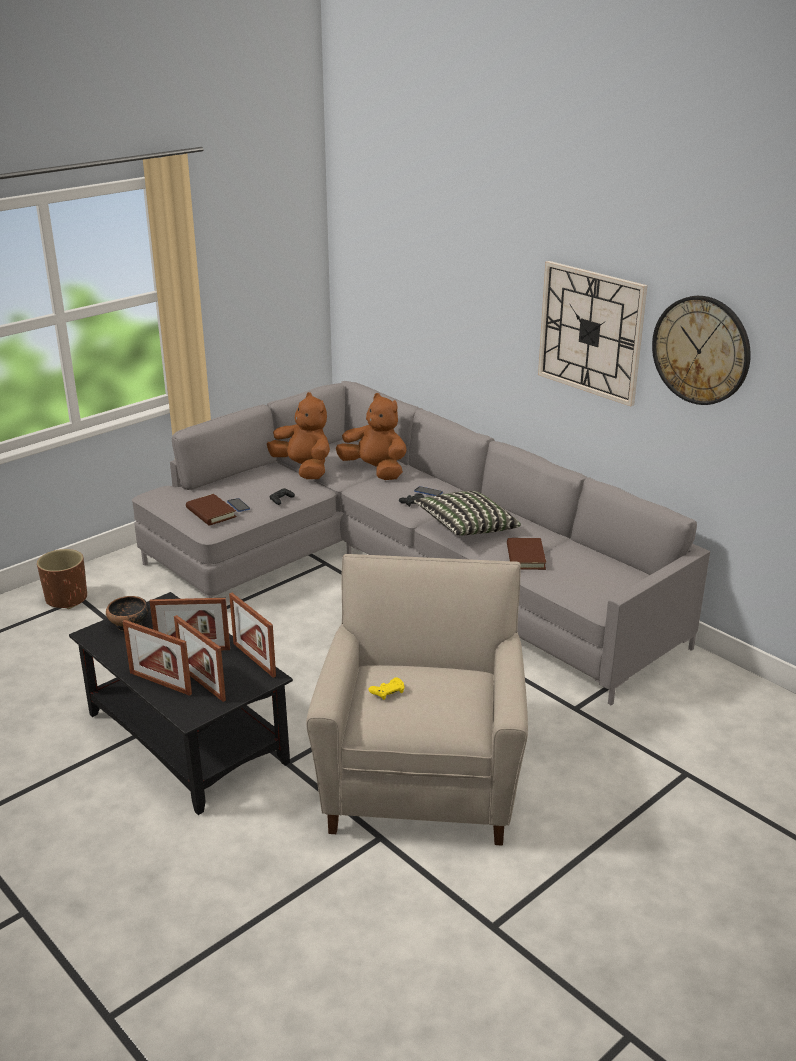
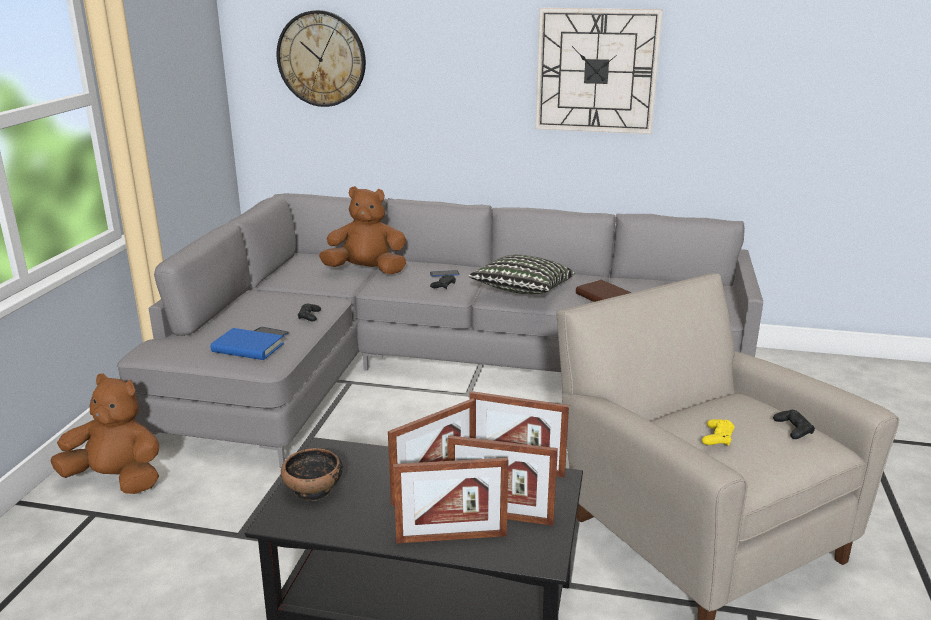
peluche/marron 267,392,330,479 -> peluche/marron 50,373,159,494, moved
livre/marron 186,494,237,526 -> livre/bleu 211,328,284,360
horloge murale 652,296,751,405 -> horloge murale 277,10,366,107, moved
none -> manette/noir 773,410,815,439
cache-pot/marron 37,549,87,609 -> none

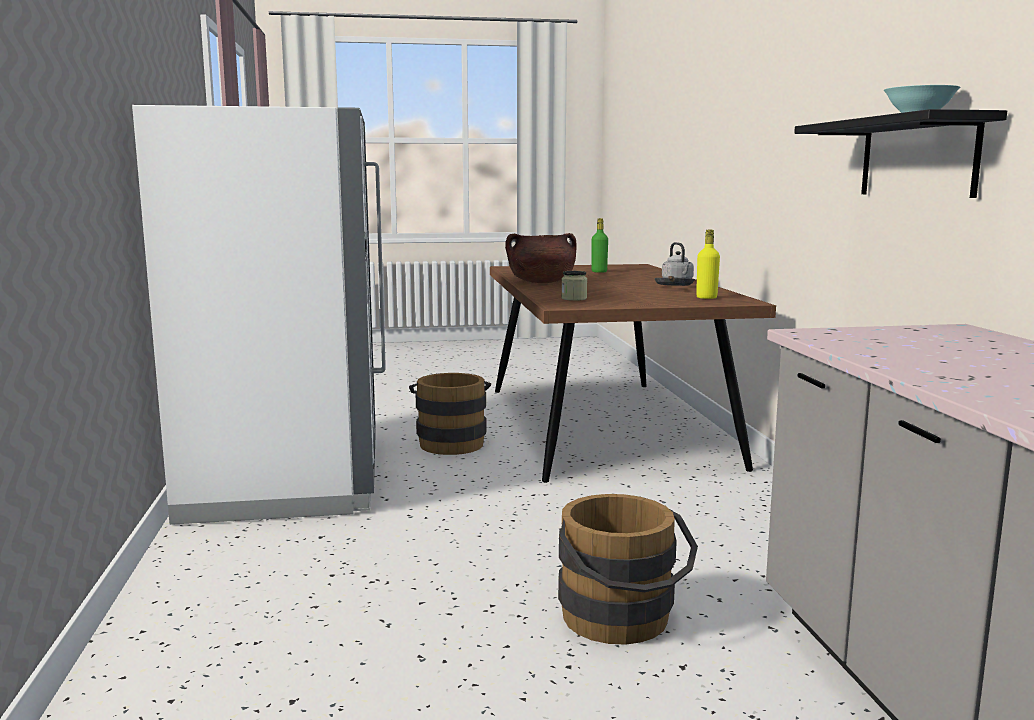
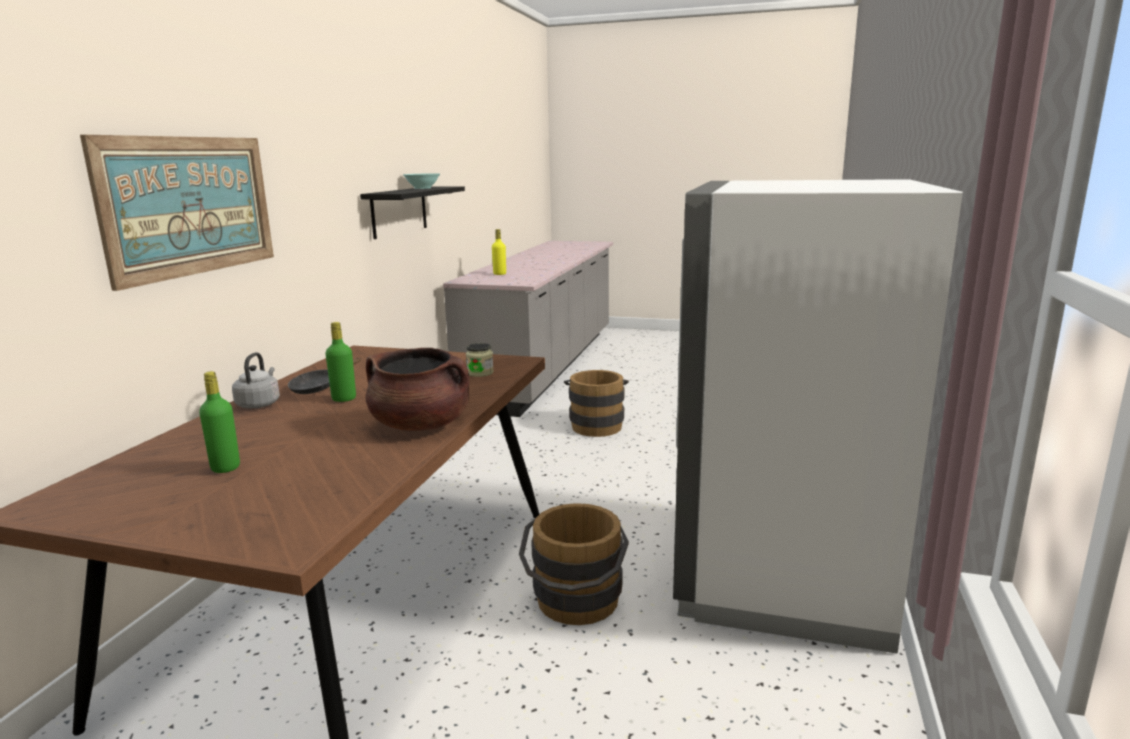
none -> tableau 80,135,274,291
none -> bouteille/vert 325,322,356,402
bouteille/jaune 696,230,720,299 -> bouteille/jaune 492,229,506,275, moved

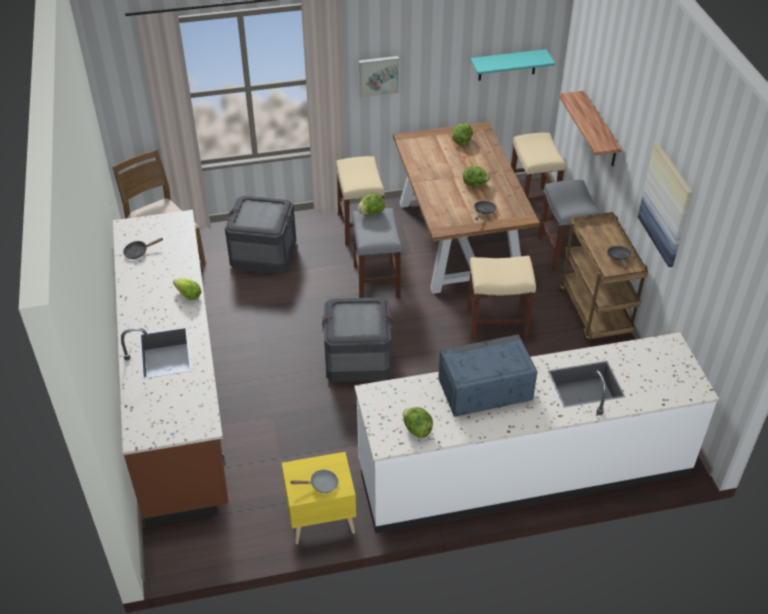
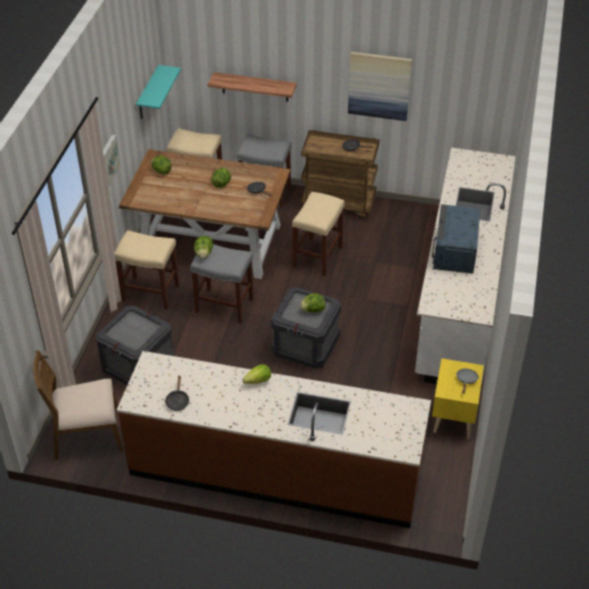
laitue 403,407,433,438 -> laitue 300,293,325,313, moved

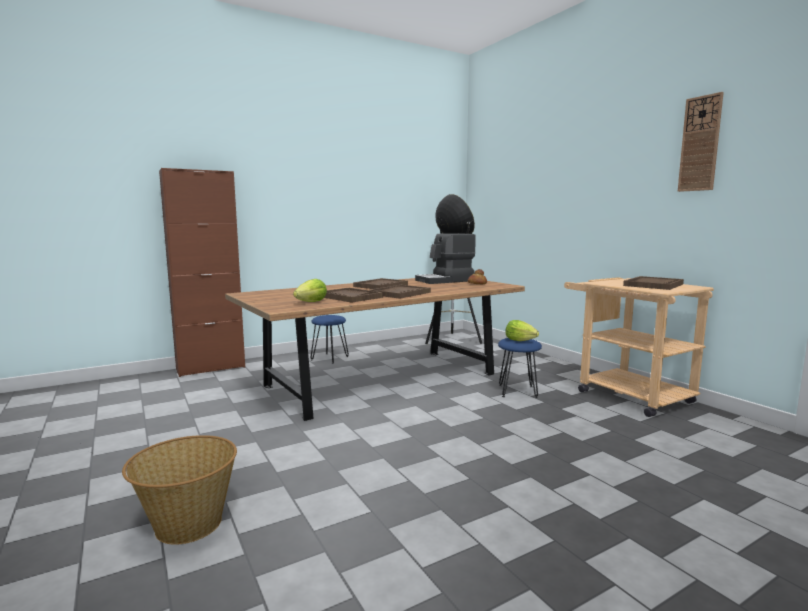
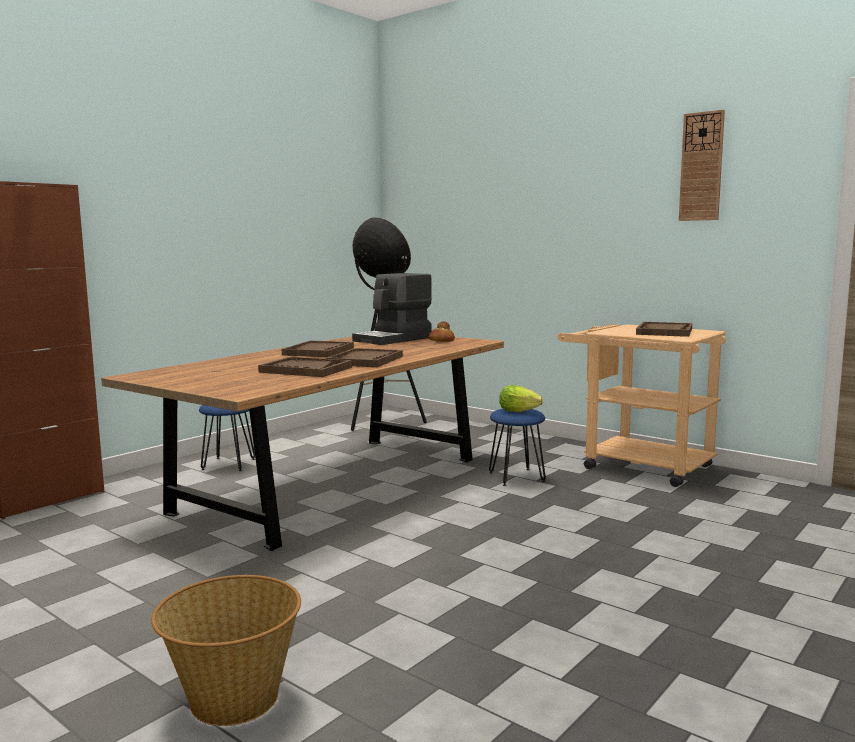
laitue 293,279,327,302 -> none

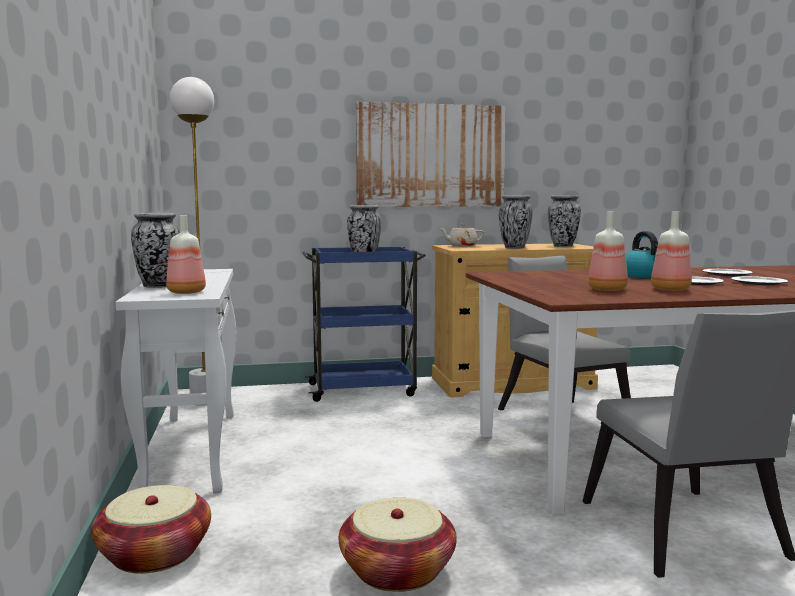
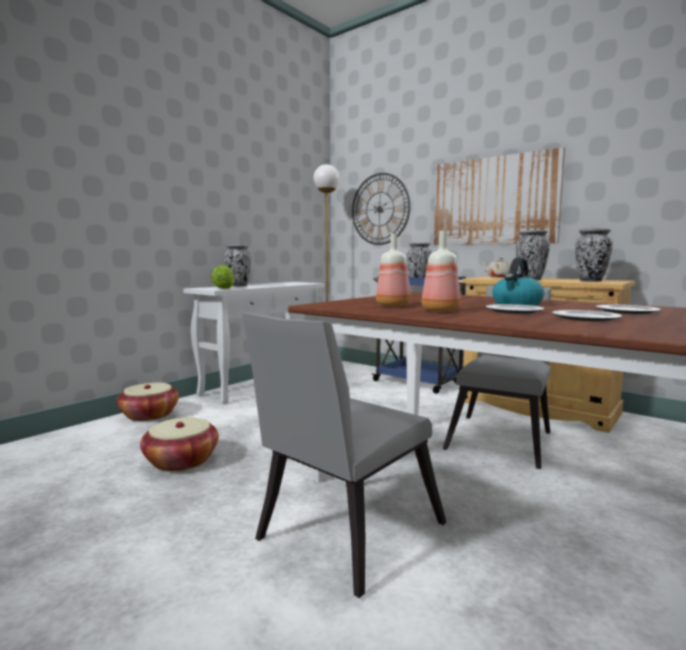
bouteille 166,215,206,294 -> laitue 211,265,234,289
none -> horloge murale 352,173,410,245

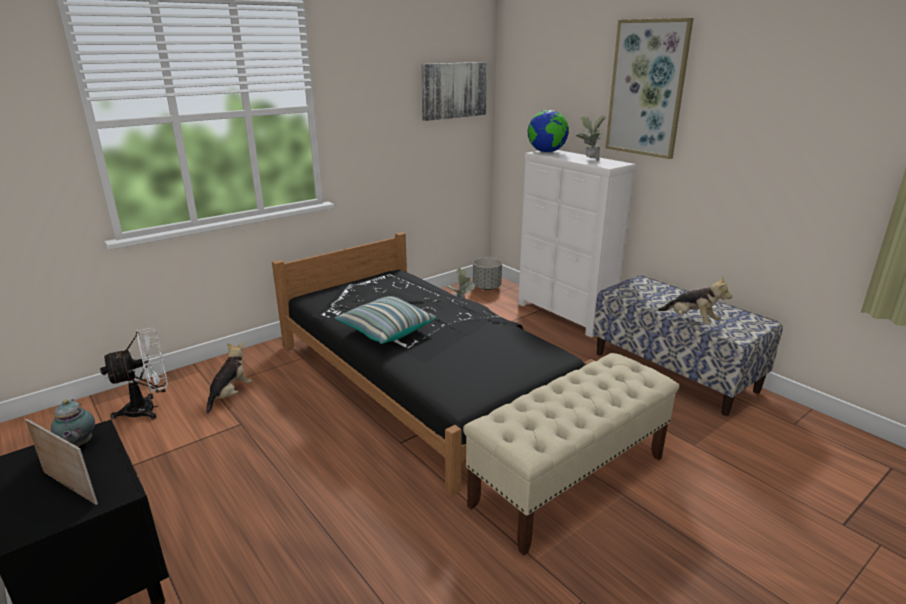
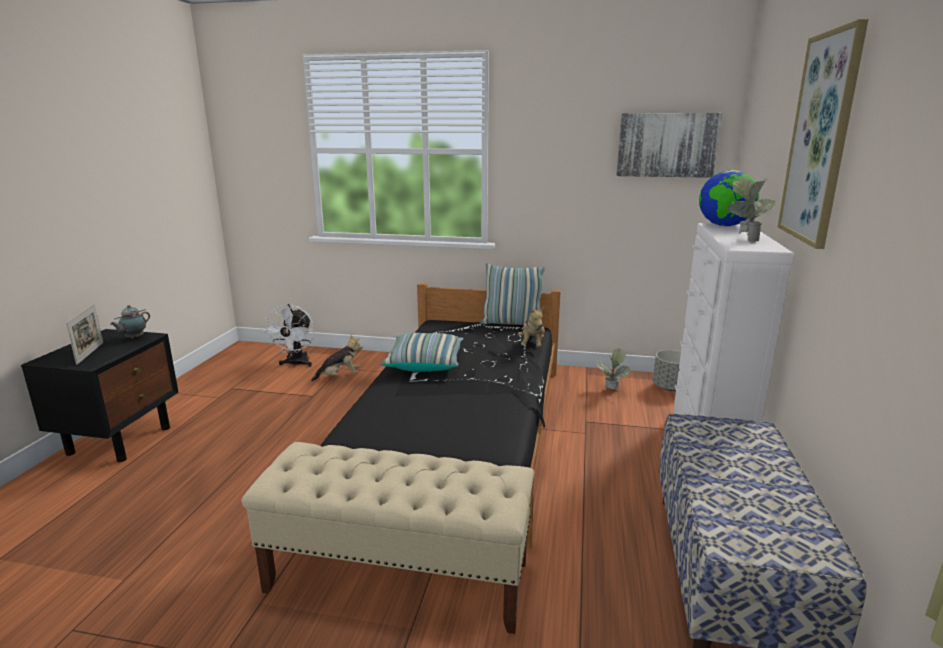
ventilateur/blanc 100,328,168,420 -> ventilateur/blanc 263,304,315,367, 75 degrees clockwise
none -> coussin 480,263,545,325
peluche 658,277,732,324 -> peluche 518,307,545,347, moved

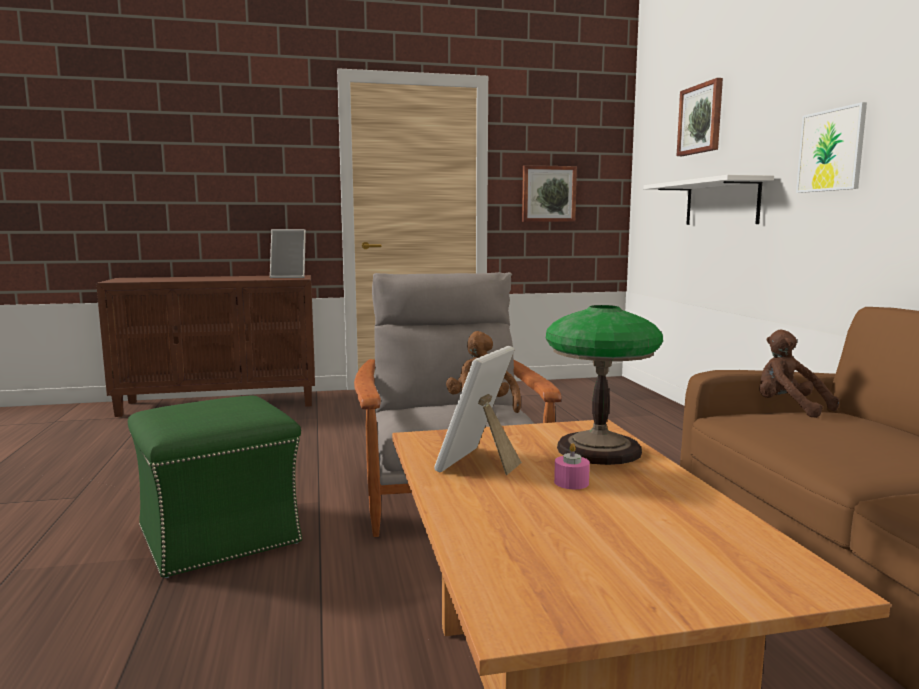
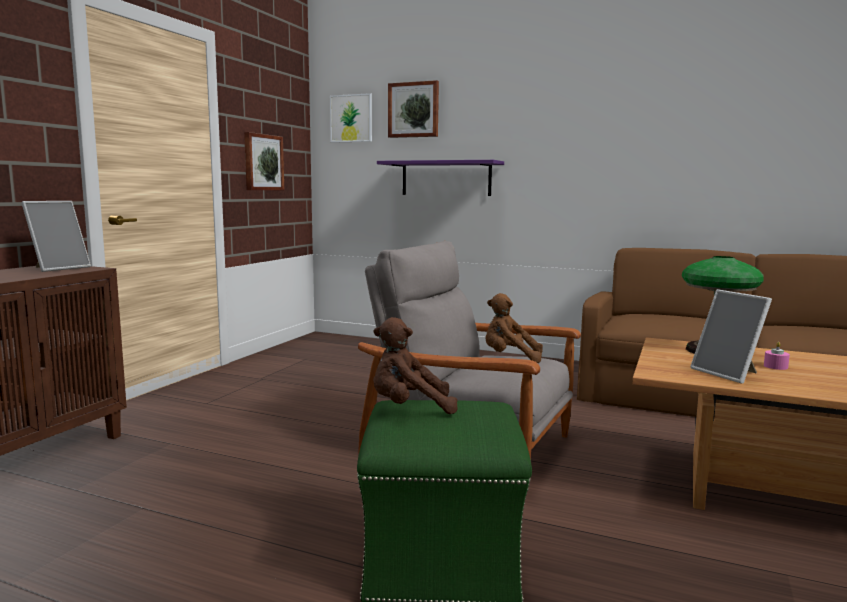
tableau 796,102,867,193 -> tableau 330,93,372,143, moved
peluche/marron 759,329,839,418 -> peluche/marron 373,317,458,414, moved
étagère/blanc 644,175,774,225 -> étagère/violet 377,160,504,196

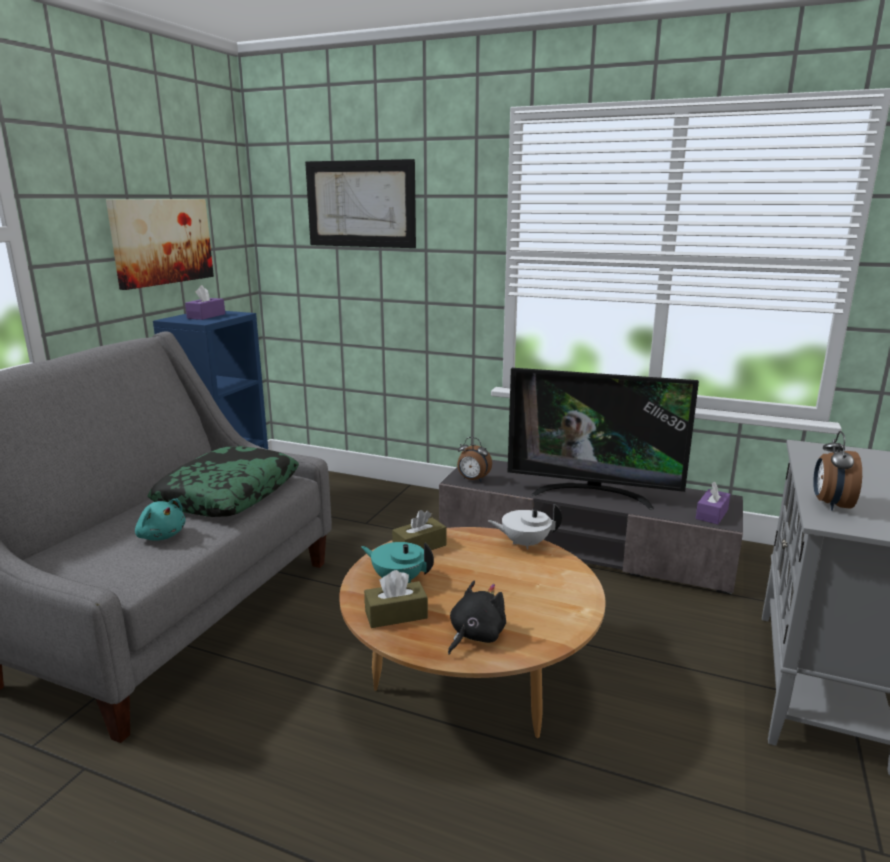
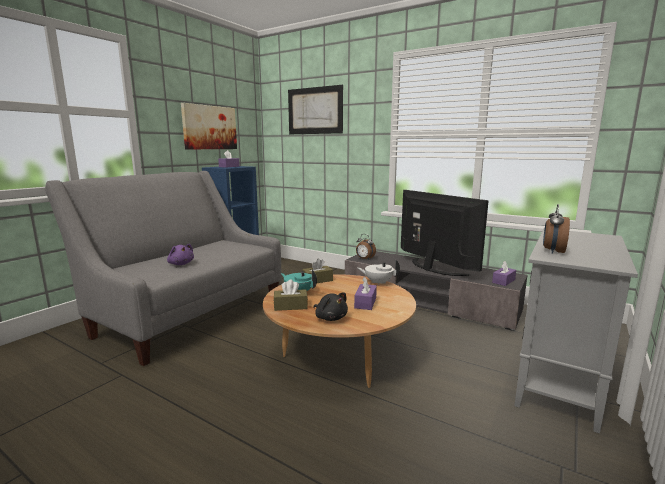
peluche/turquoise 135,498,186,541 -> peluche/violet 167,244,194,265
peluche/noir 448,581,506,654 -> peluche/noir 313,292,348,321, 90 degrees clockwise
none -> boîte à mouchoirs/violet 354,277,377,310
téléviseur 508,368,699,509 -> téléviseur 401,190,489,276, 150 degrees counterclockwise
coussin 147,446,299,517 -> none

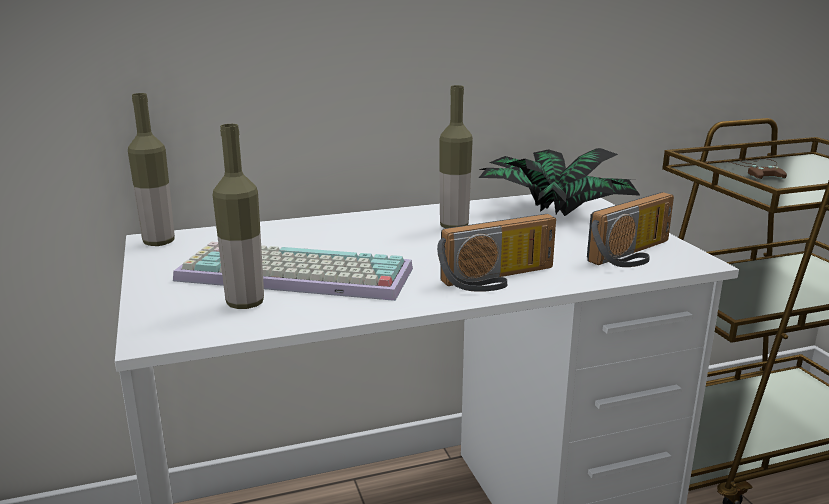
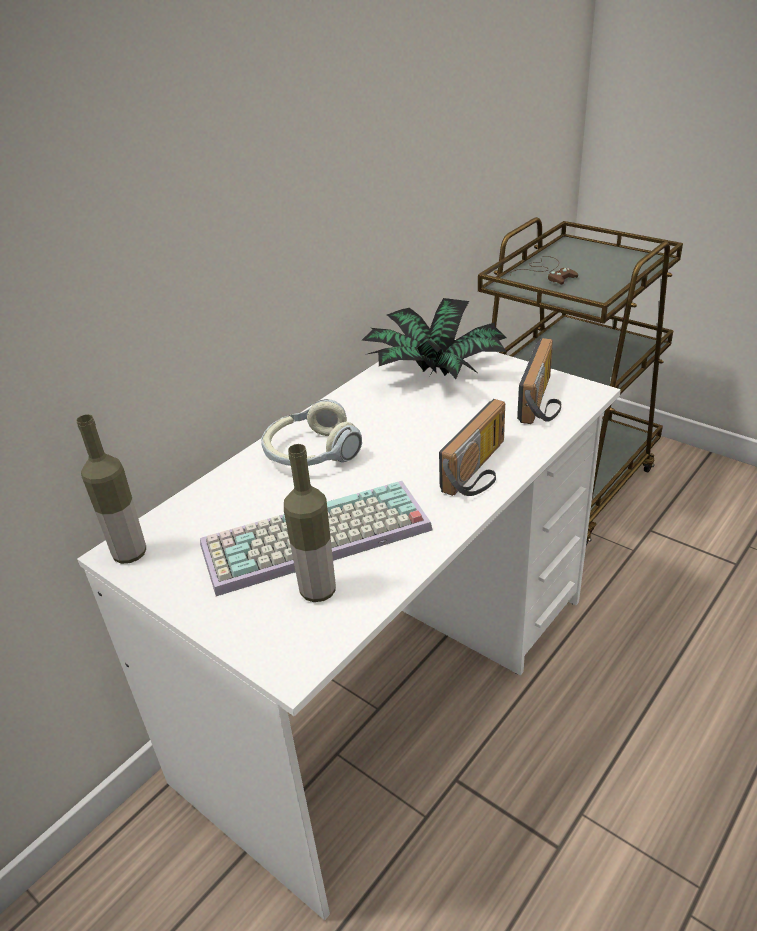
none -> casque audio 261,399,362,466
bouteille 439,85,473,228 -> none

